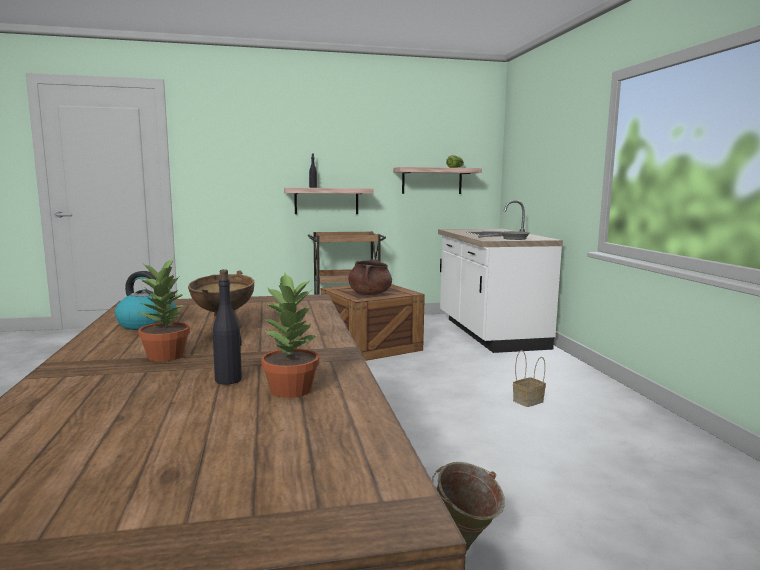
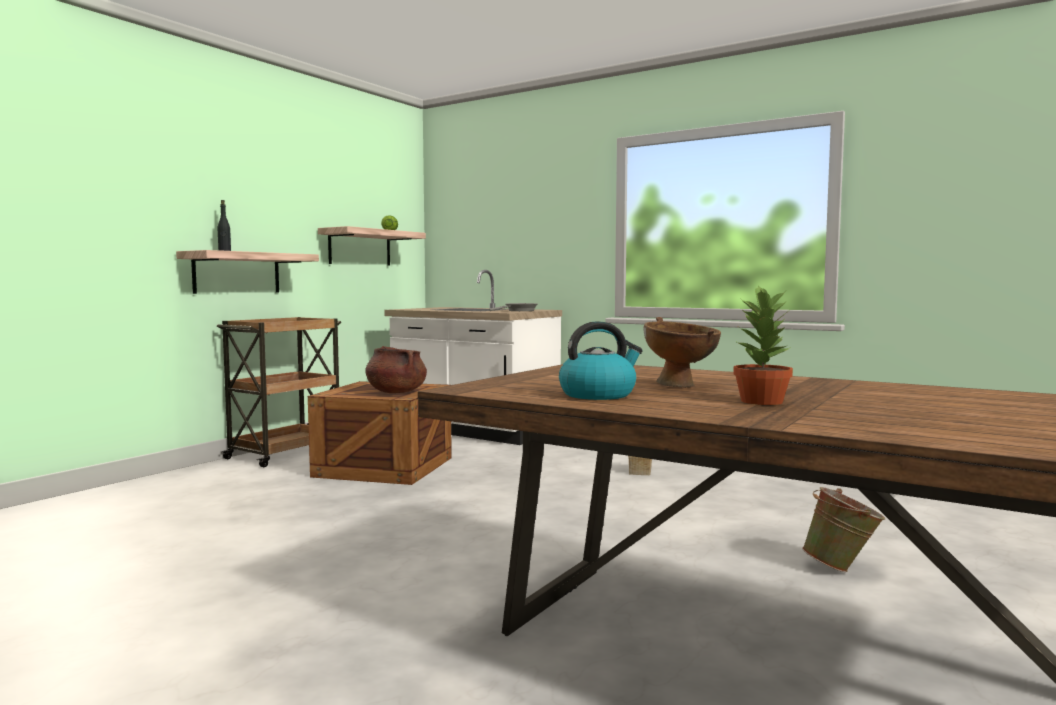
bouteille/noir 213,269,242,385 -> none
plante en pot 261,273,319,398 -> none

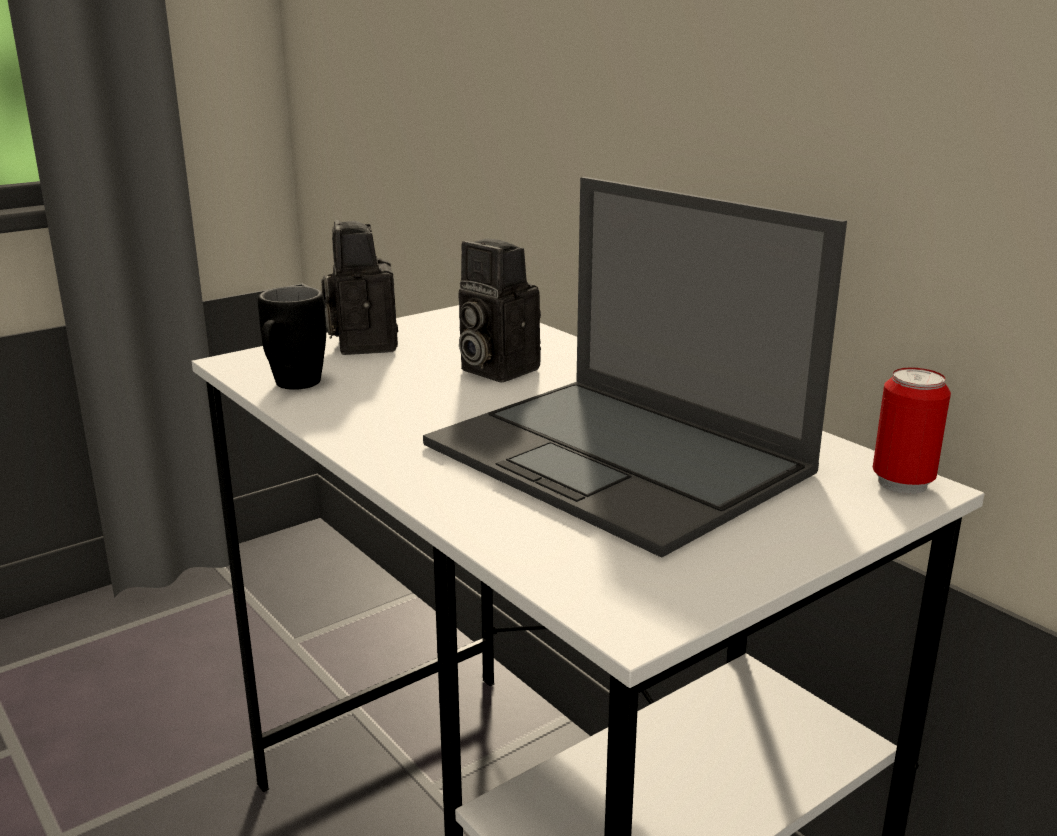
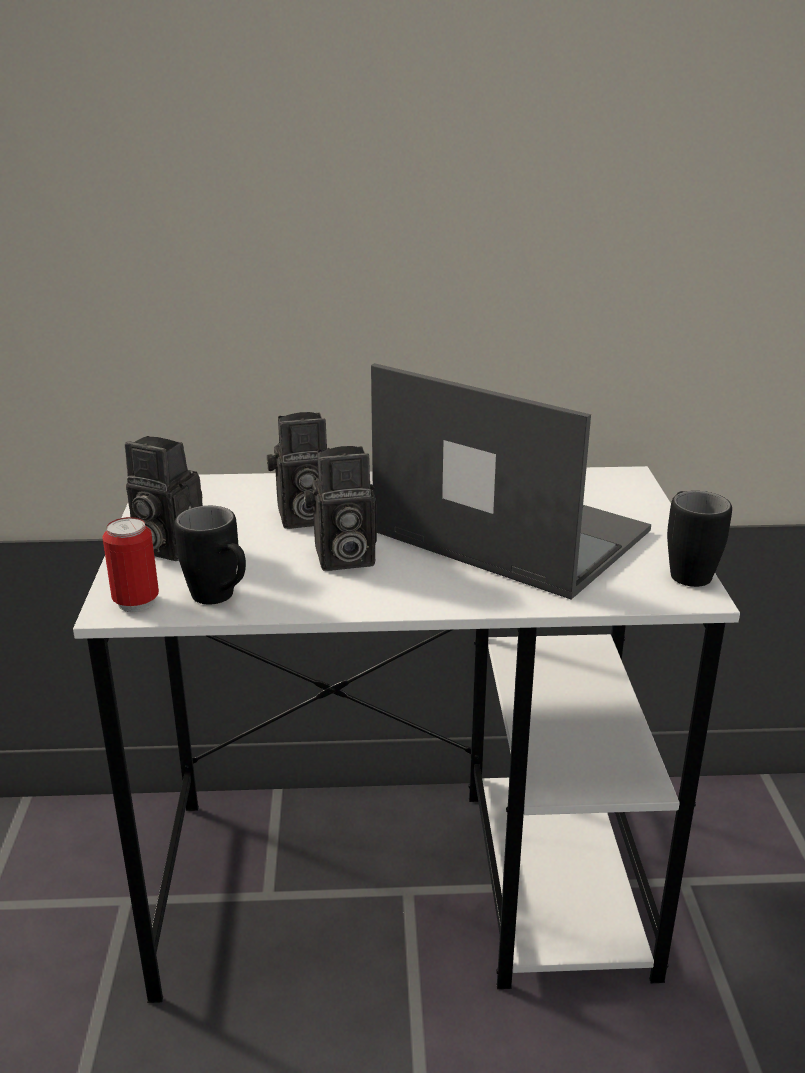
boîte métallique 873,368,951,494 -> boîte métallique 102,517,159,612, moved
none -> appareil photo 304,446,377,571
ordinateur portable 423,177,847,558 -> ordinateur portable 371,363,651,600, 135 degrees counterclockwise
none -> mug/noir 667,491,732,587

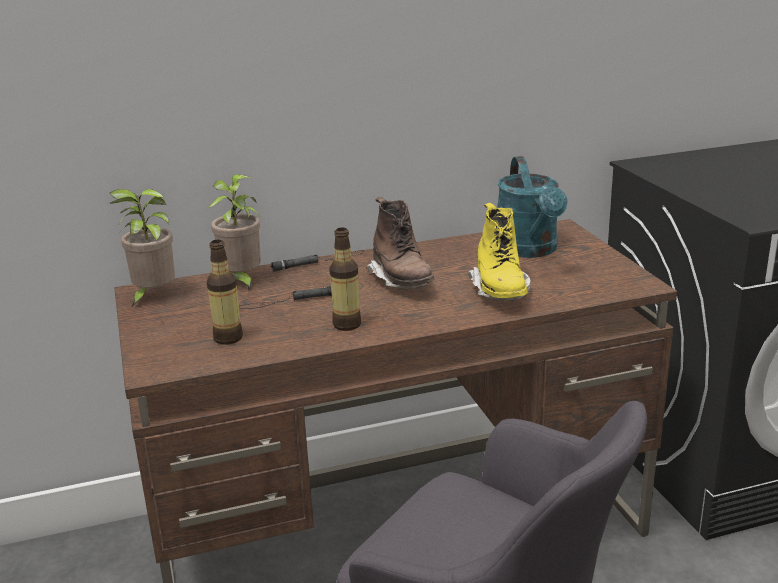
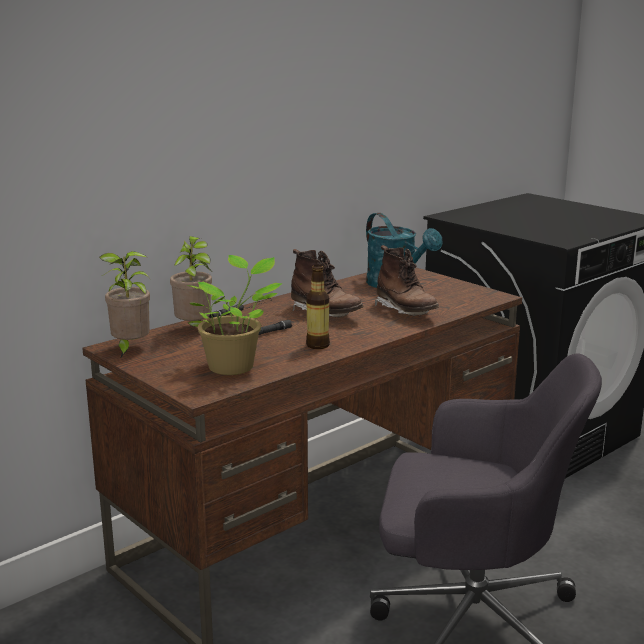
bouteille 207,240,243,345 -> plante en pot 187,255,283,375
botte/jaune 468,203,530,301 -> botte/marron 375,245,439,316

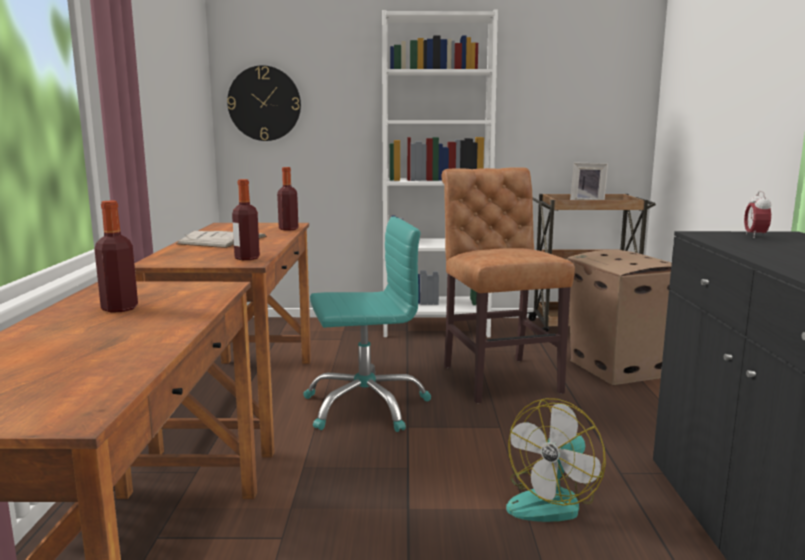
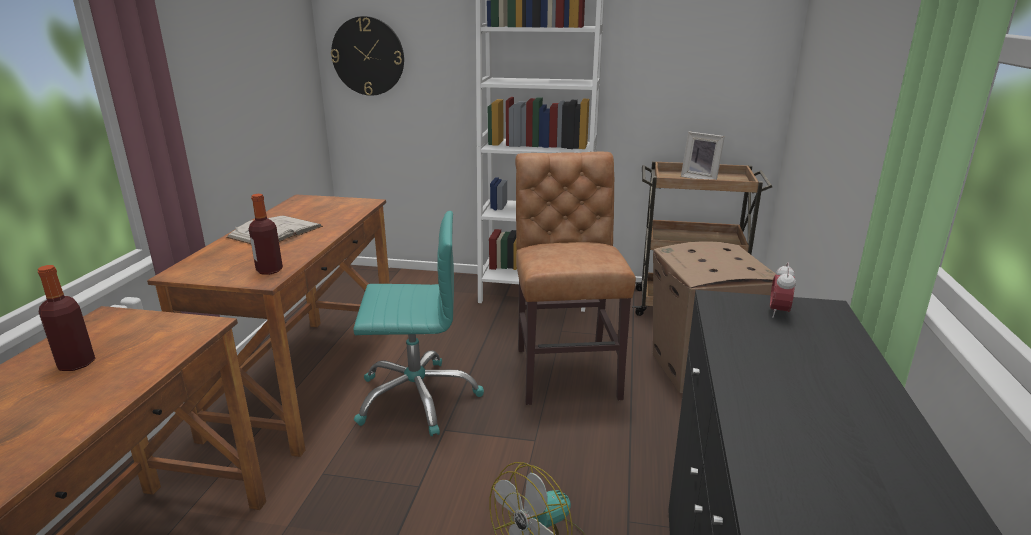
bouteille 277,167,298,231 -> none

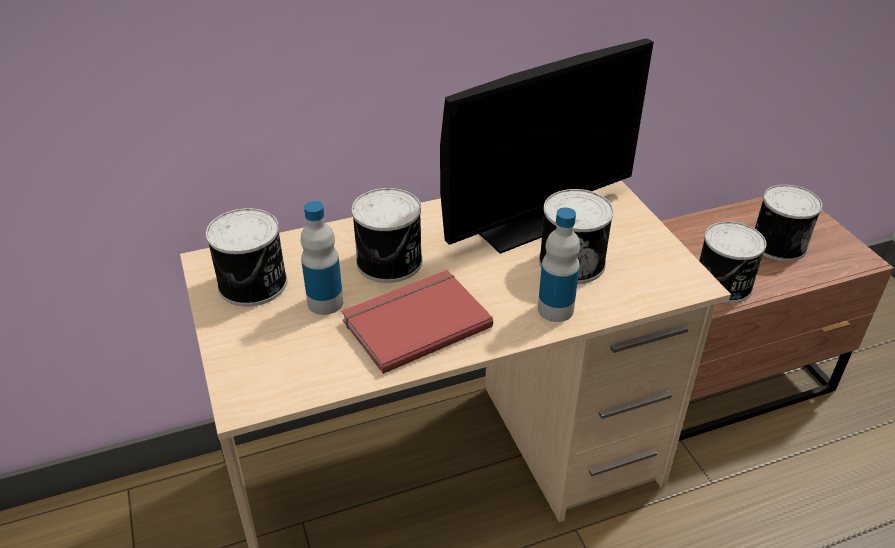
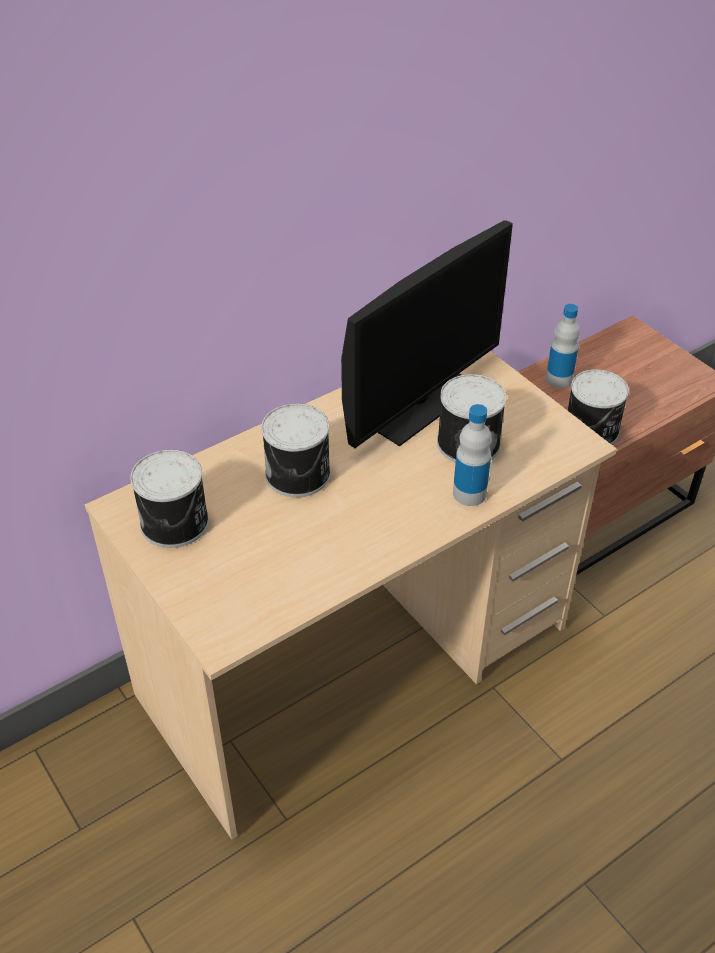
bouteille 301,201,343,315 -> bouteille 546,304,580,388, moved
livre/rouge 342,270,493,374 -> none
boîte métallique 755,185,822,262 -> none

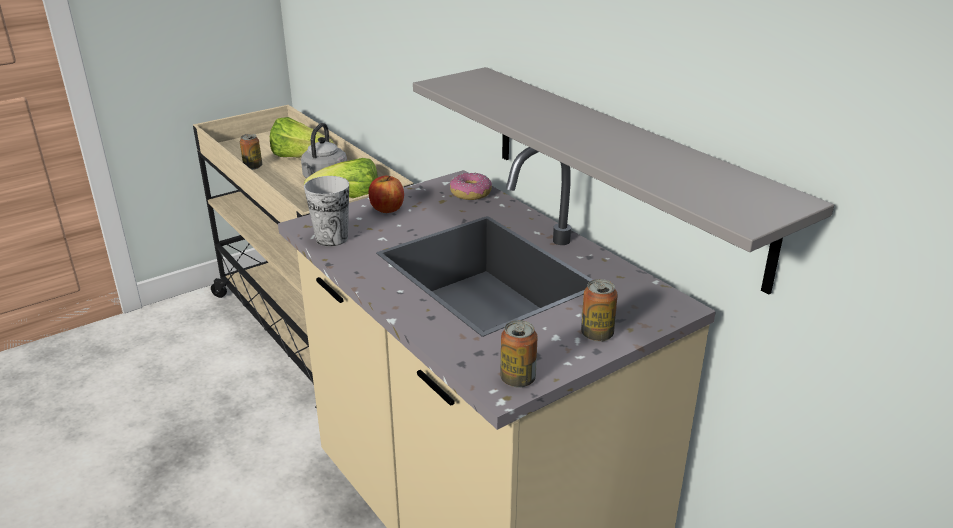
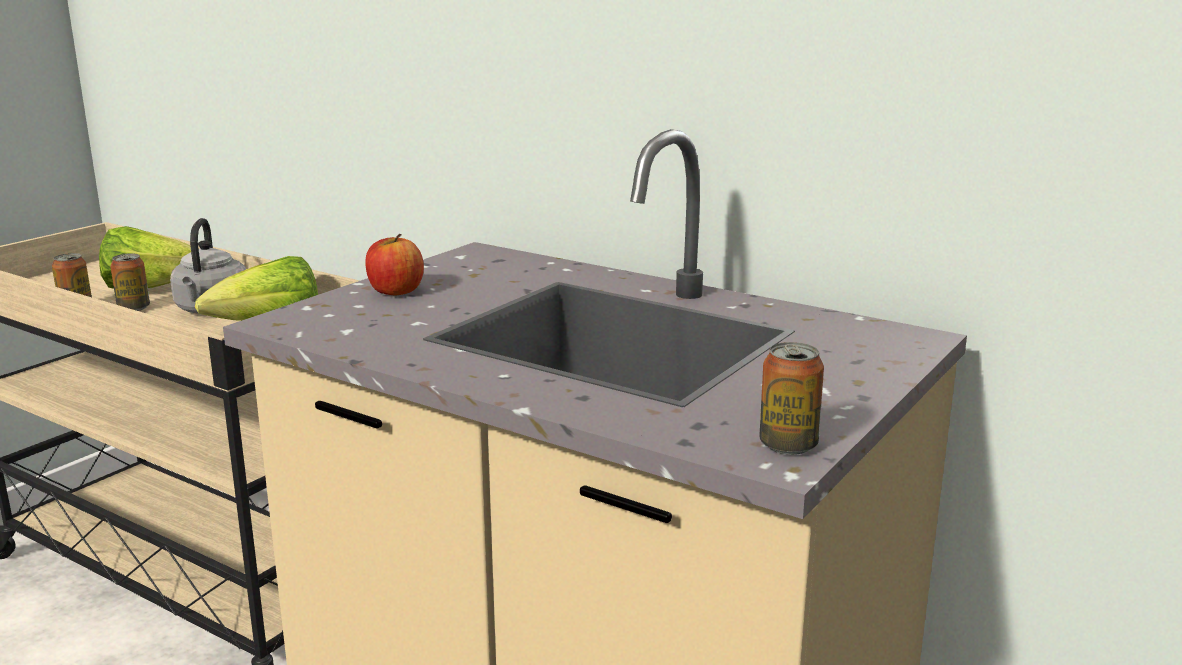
boîte métallique 581,279,618,341 -> boîte métallique 110,253,150,311, moved
tasse 304,176,349,246 -> none
étagère/gris 413,67,834,295 -> none
beignet 450,173,492,200 -> none

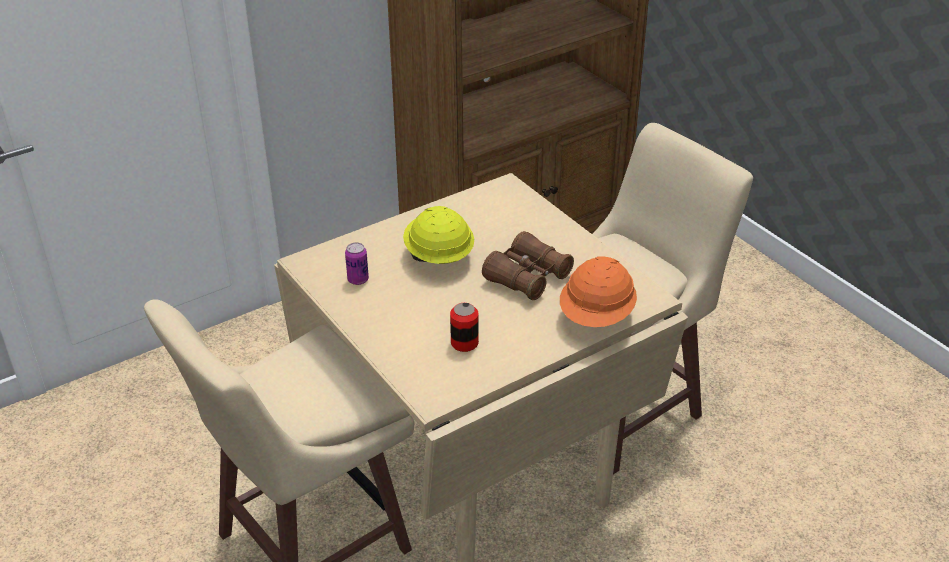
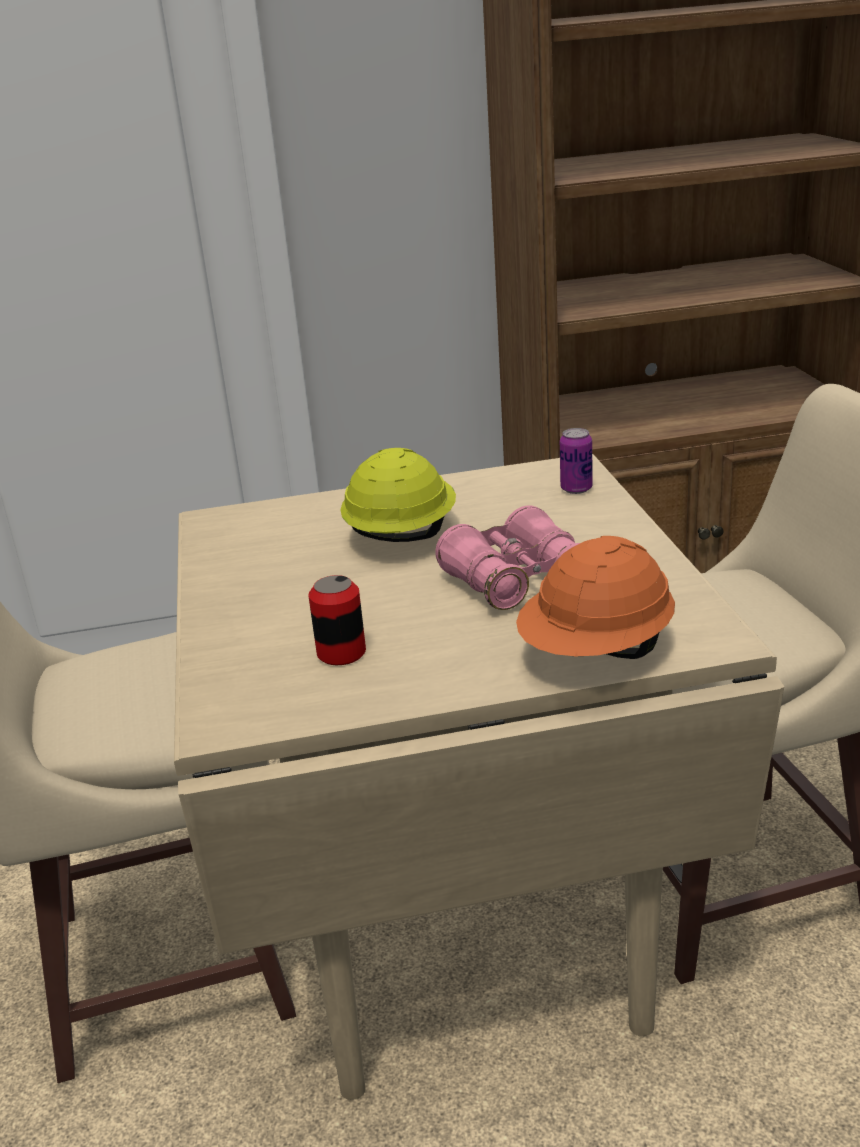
jumelles/marron 482,231,574,300 -> jumelles/rose 435,505,580,610
boîte métallique 345,242,369,285 -> boîte métallique 560,428,593,494, moved

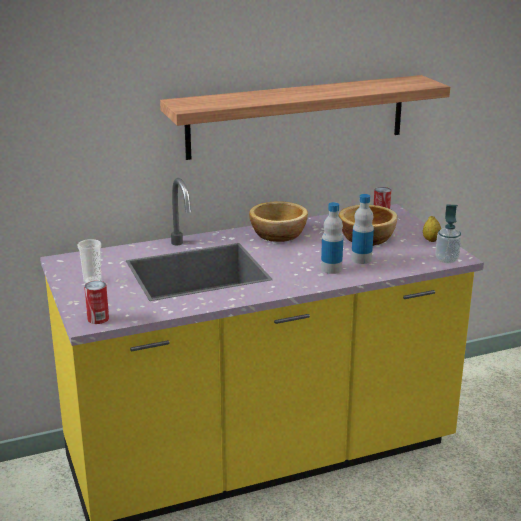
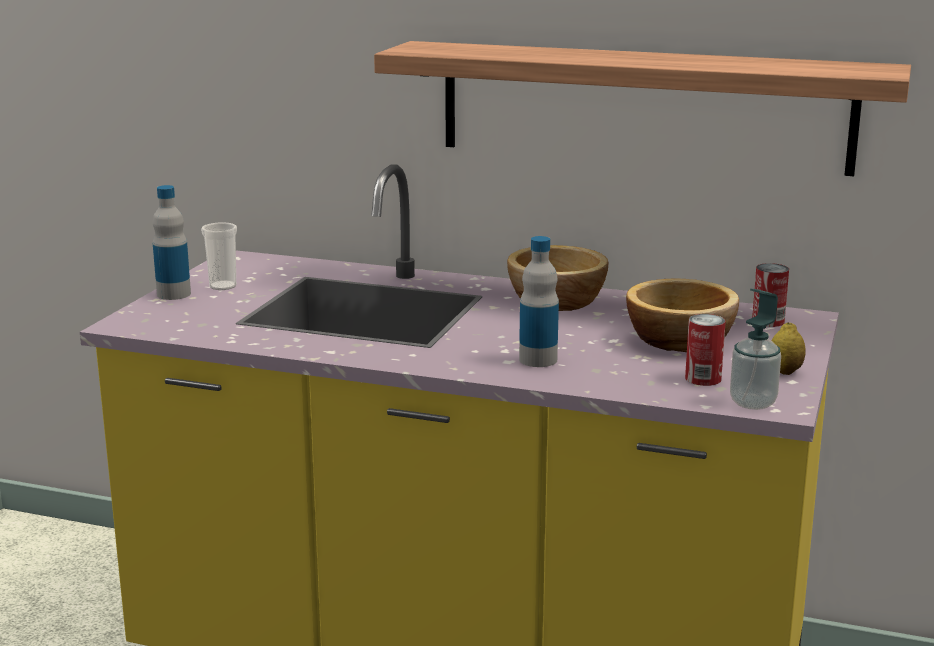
bouteille 351,194,374,264 -> bouteille 153,185,191,300, moved
boîte métallique 84,281,109,324 -> boîte métallique 685,314,726,386, moved

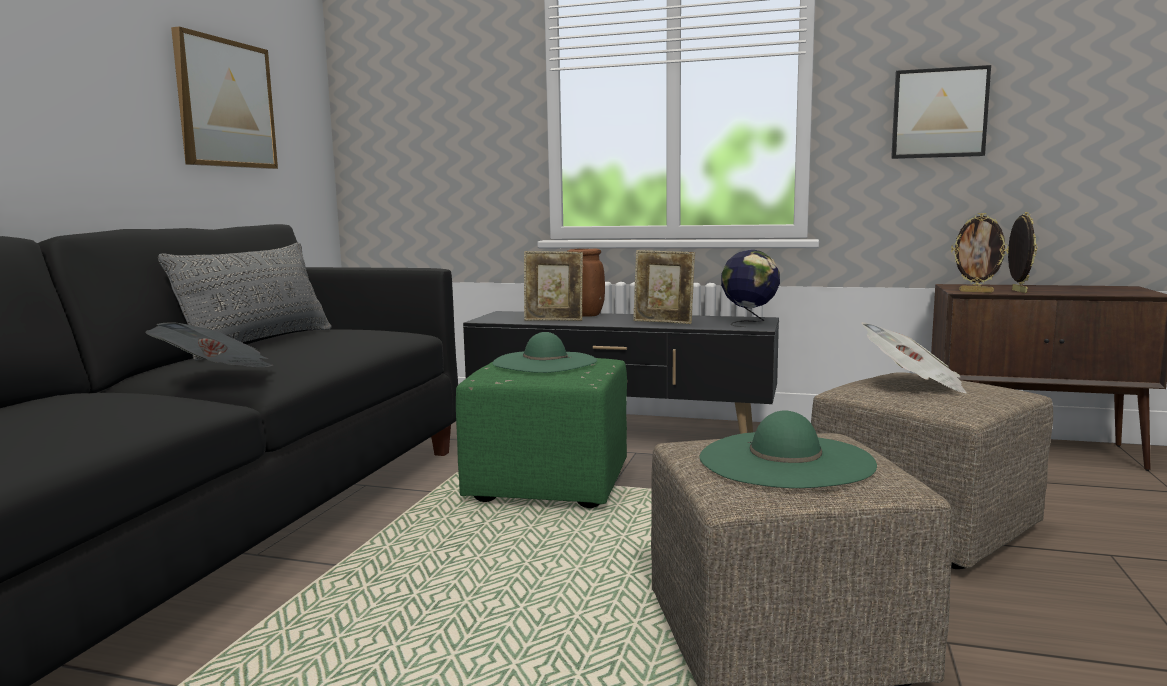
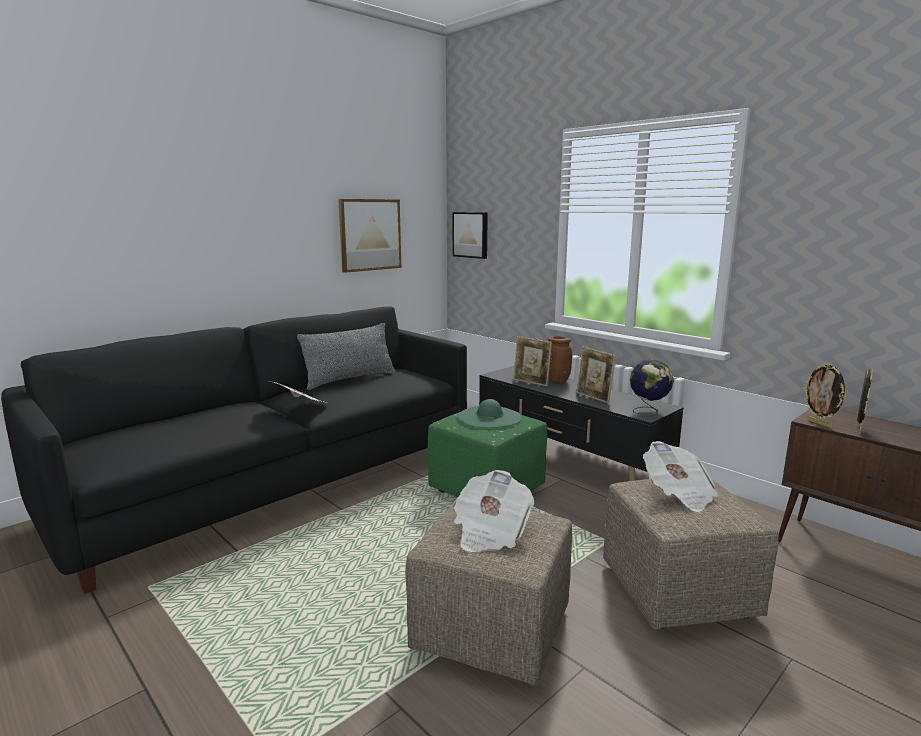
tableau 891,65,991,159 -> tableau 453,212,488,259, moved
chapeau/vert 699,410,877,488 -> journal 453,470,534,552

